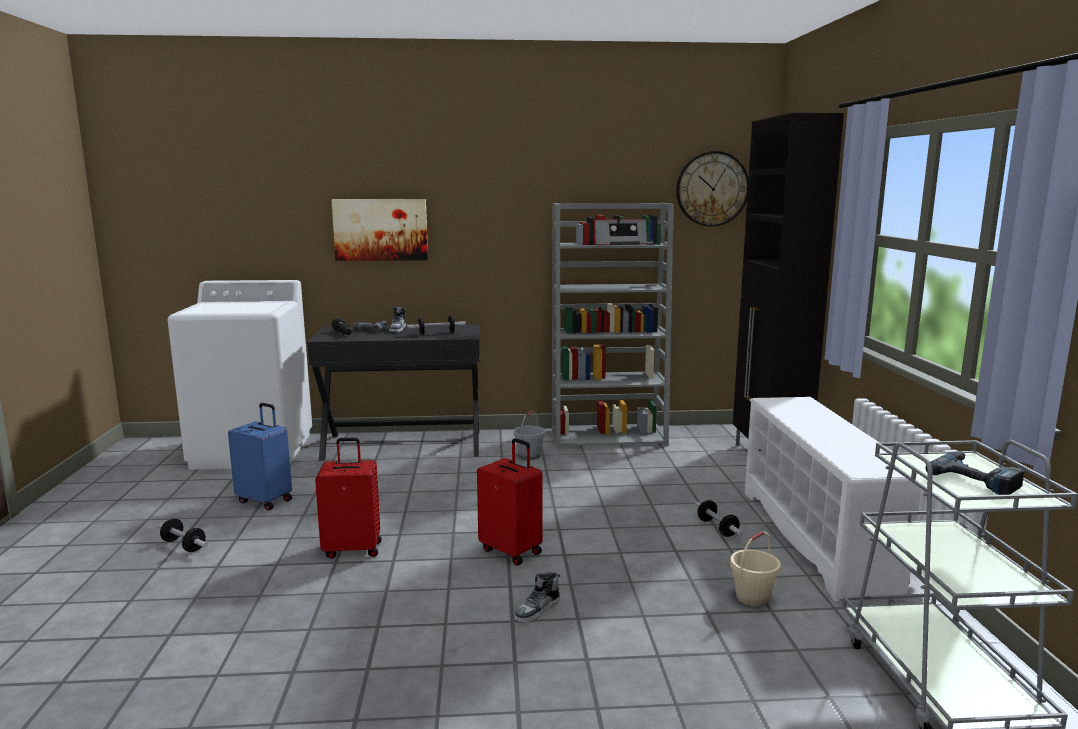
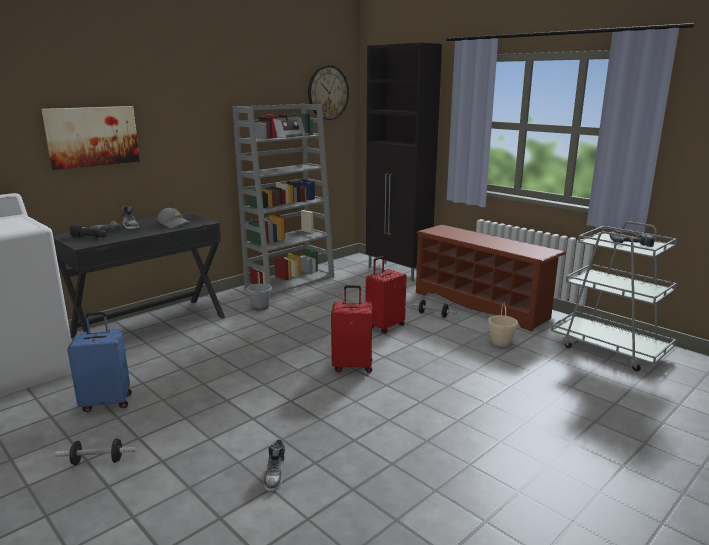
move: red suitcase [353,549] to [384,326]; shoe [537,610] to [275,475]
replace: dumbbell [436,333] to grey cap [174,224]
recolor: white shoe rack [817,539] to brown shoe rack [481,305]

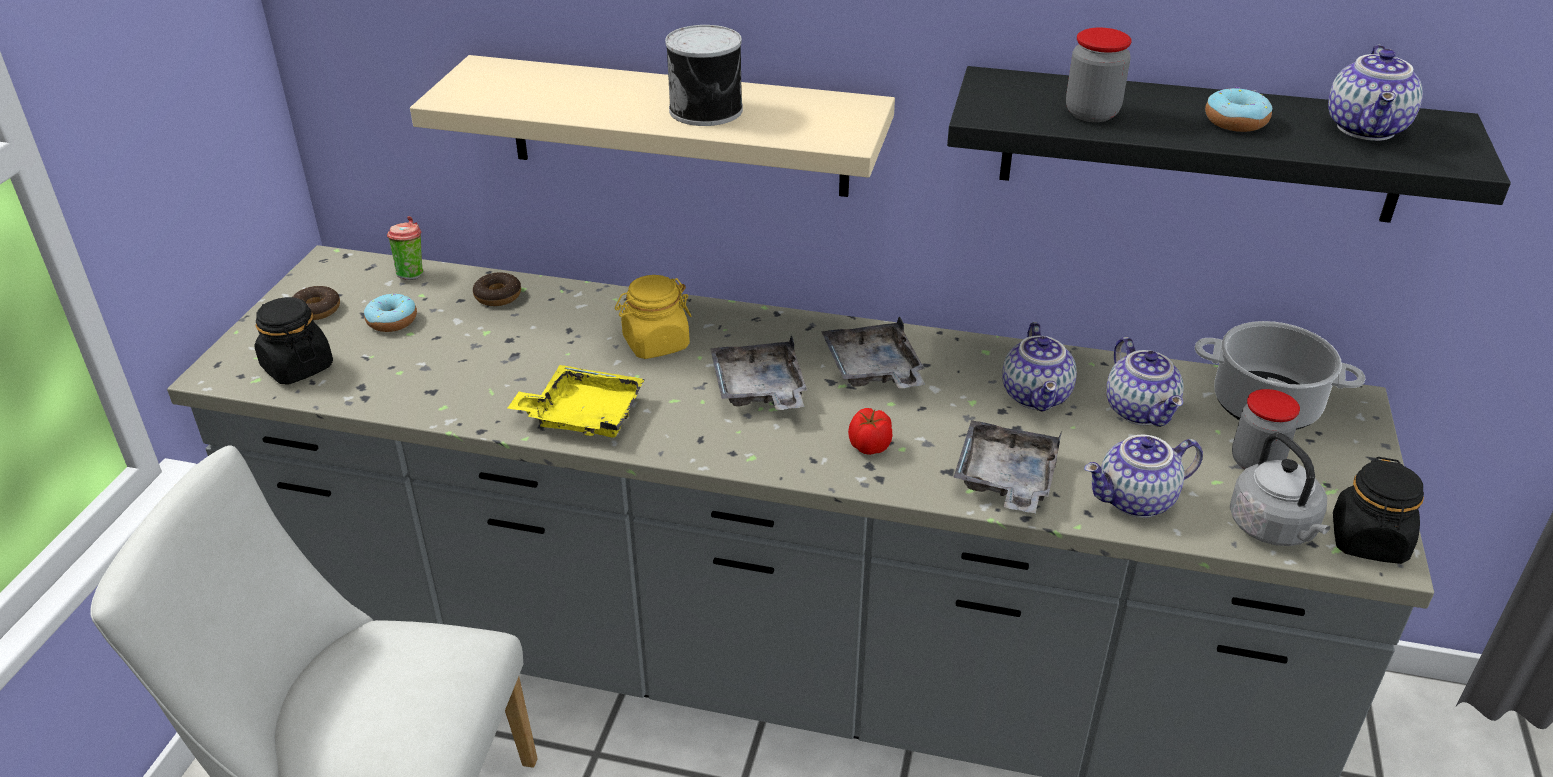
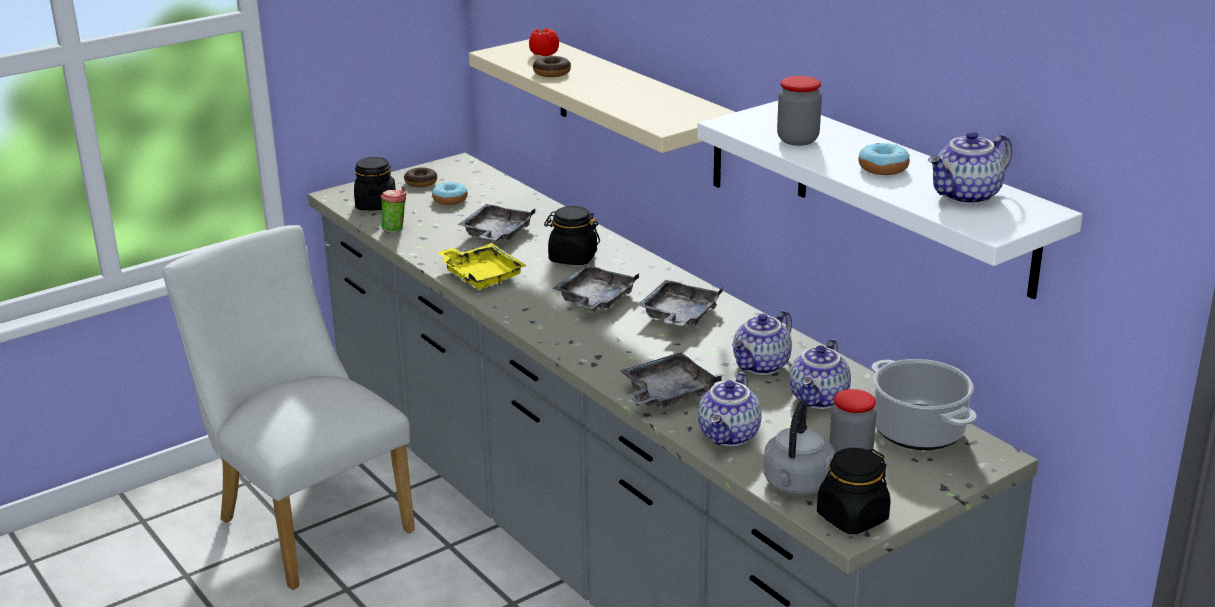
delete: can [708,110]
insert: grey tray [496,234]
move: cup [411,273] to [395,230]; donut [498,296] to [552,73]; tomato [869,446] to [543,54]
recolor: yellow jar [655,343] to black jar [572,258]; black shelf [1200,145] to white shelf [913,197]
rotate: teapot [1136,501] = [730,436] 90 degrees counterclockwise

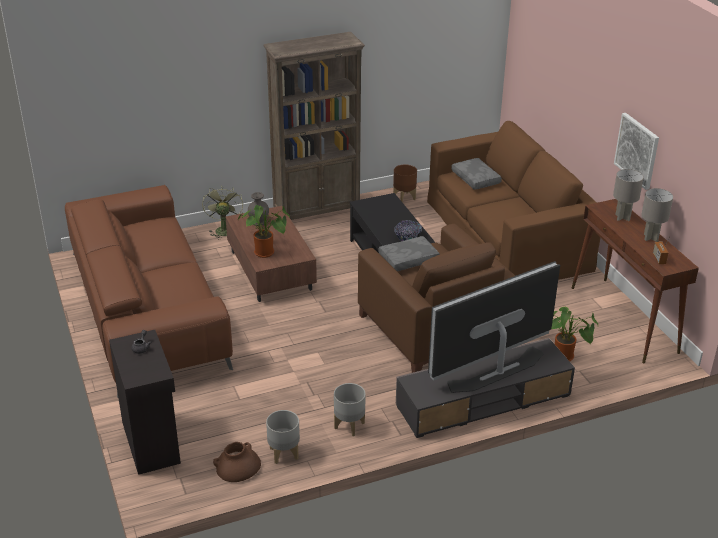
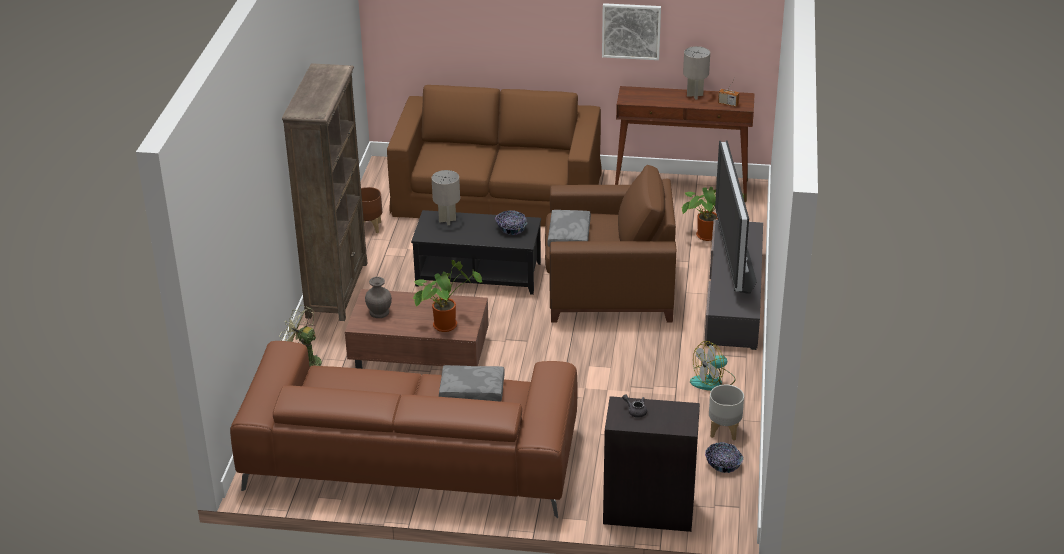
move: grey pillow [476,179] to [472,389]; grey table lamp [623,217] to [447,220]
replace: brown vase [237,466] to bowl [723,464]; grey planter [349,426] to fan [713,381]

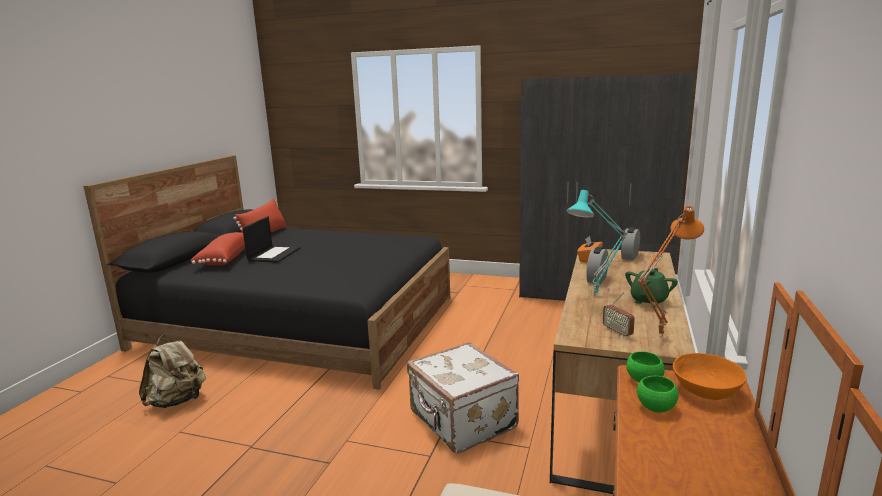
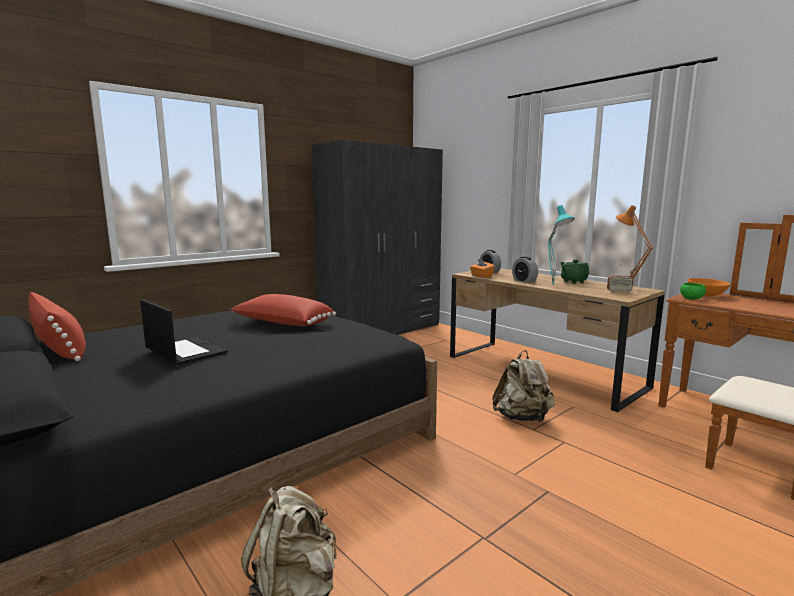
delete: green bowl [656,407]
move: red pillow [224,258] to [283,324]
replace: white suitcase [461,421] to beige backpack [522,418]

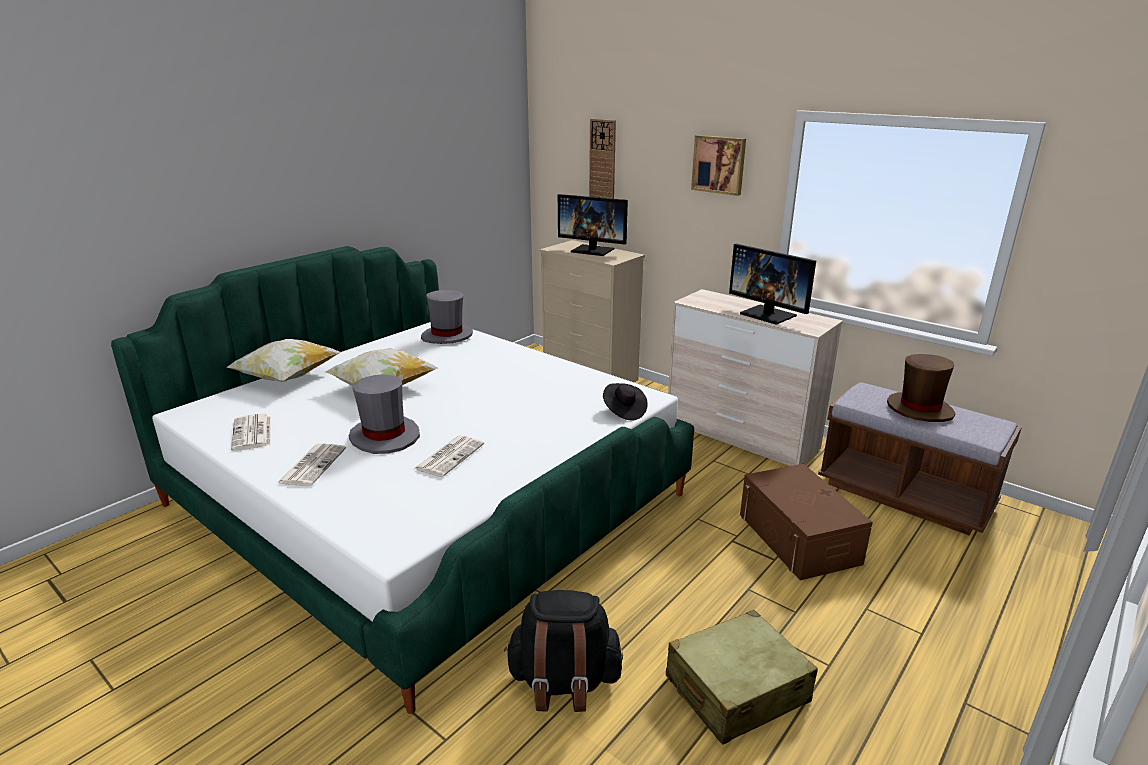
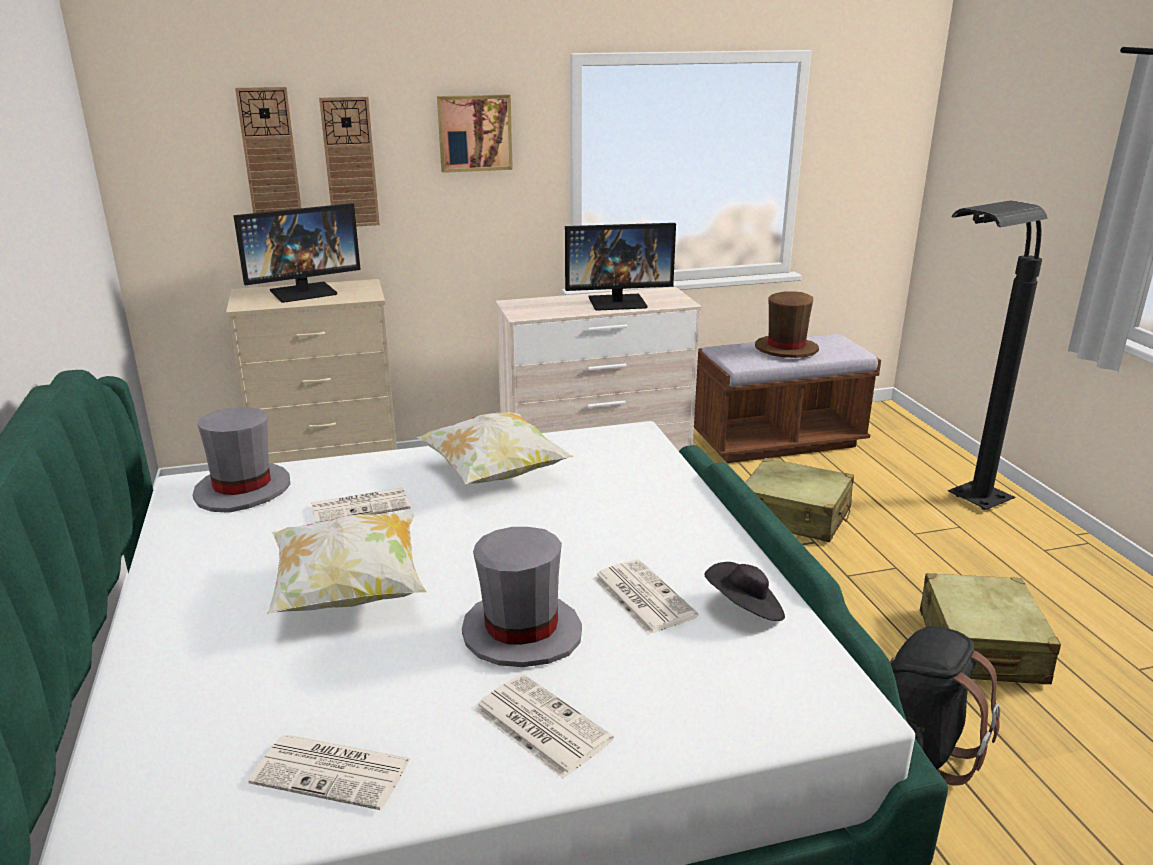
insert: newspaper [361,506]; wall clock [350,163]; black floor lamp [960,508]
move: pillow [287,377] to [494,473]; black hat [624,411] to [745,609]
replace: brown storage box [798,538] to beige suitcase [794,516]

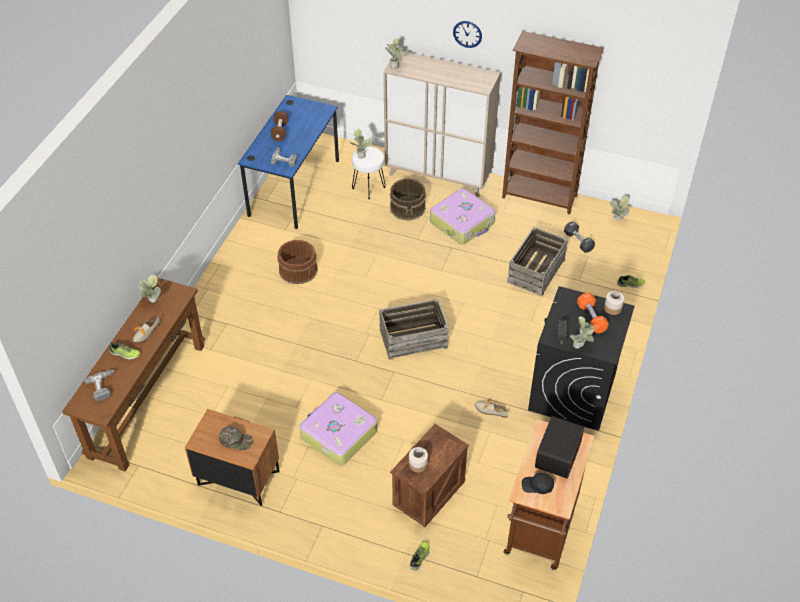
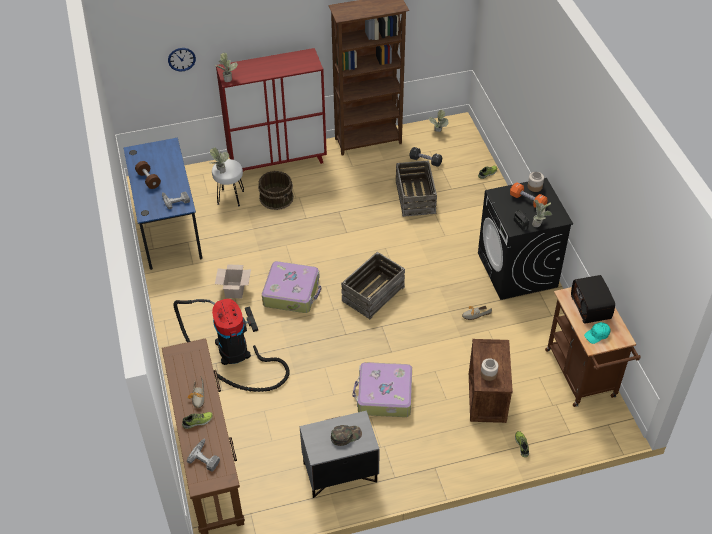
delete: potted plant [152,302]
insert: vacuum cleaner [235,352]
move: suitcase [462,223] to [292,292]; wall clock [467,34] to [181,59]
replace: brown bucket [298,269] to cardboard box [234,289]
recolor: brown nightstand [238,479] to grey nightstand [340,473]; beige cabinet [439,176] to red cabinet [278,161]; black cap [537,486] to turquoise cap [597,335]

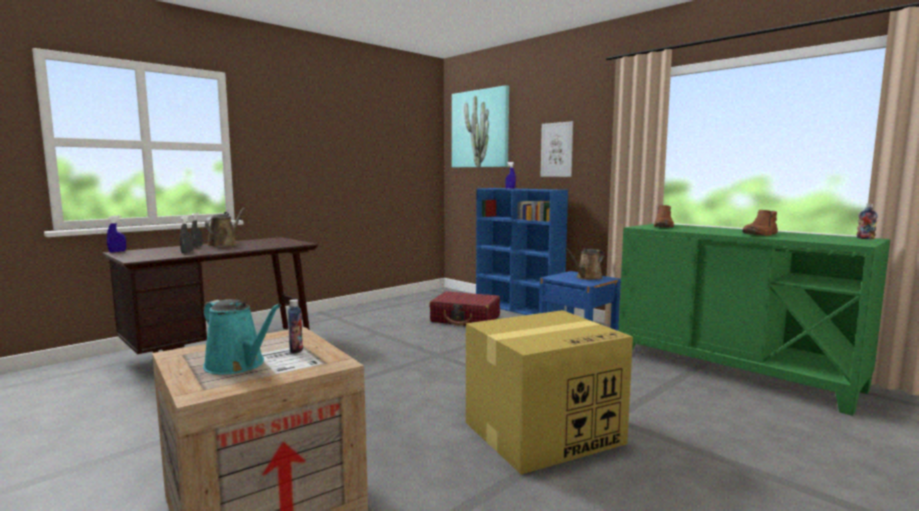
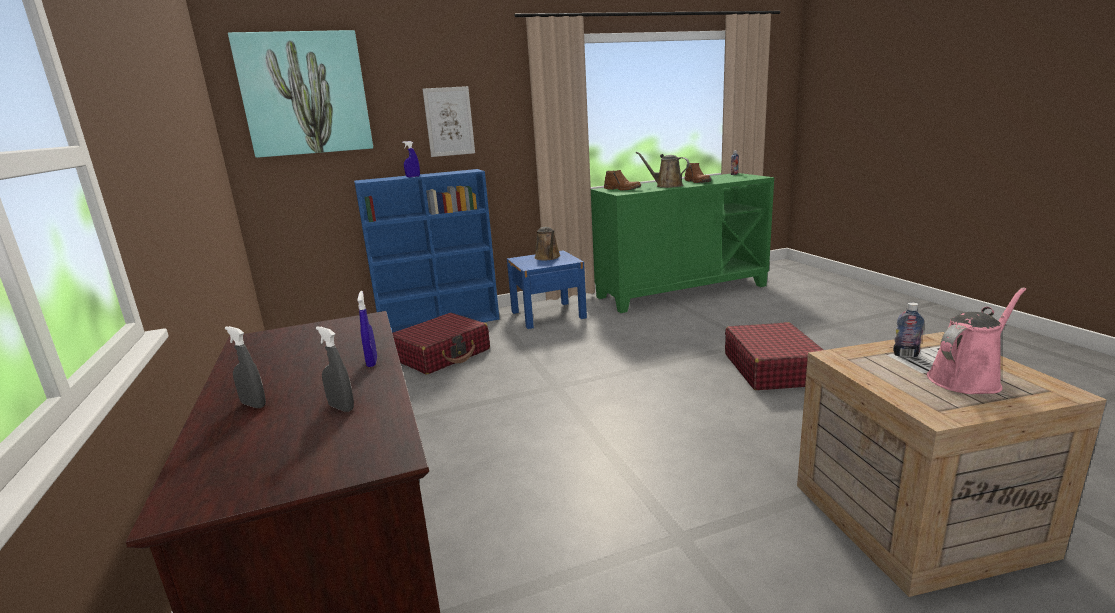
move: blue spray bottle [117,251] to [372,362]; brown watering can [224,245] to [666,186]
replace: cardboard box [544,432] to red suitcase [772,369]
recolor: turquoise watering can [238,365] to pink watering can [967,379]

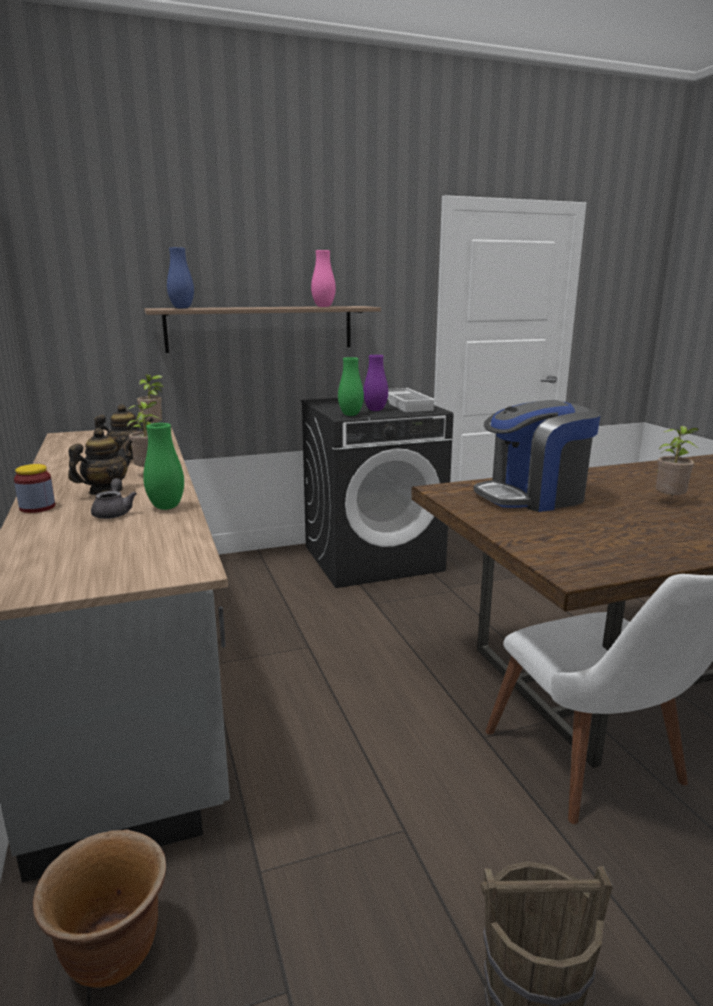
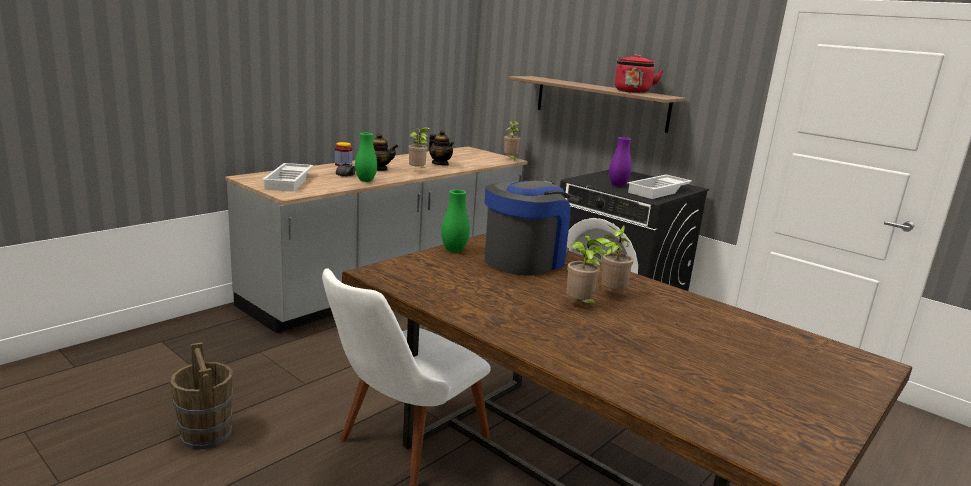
delete: brown planter [112,952]; blue vase [182,308]
insert: white tray [290,182]; potted plant [611,294]
move: green vase [350,415] to [454,250]
replace: pink vase [323,306] to red kettle [632,92]
rotate: coffee machine [532,496] = [524,260] 90 degrees clockwise

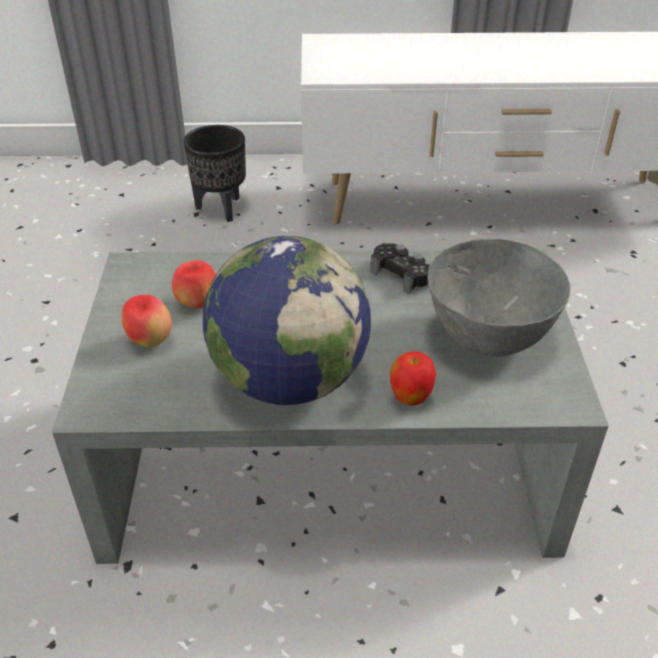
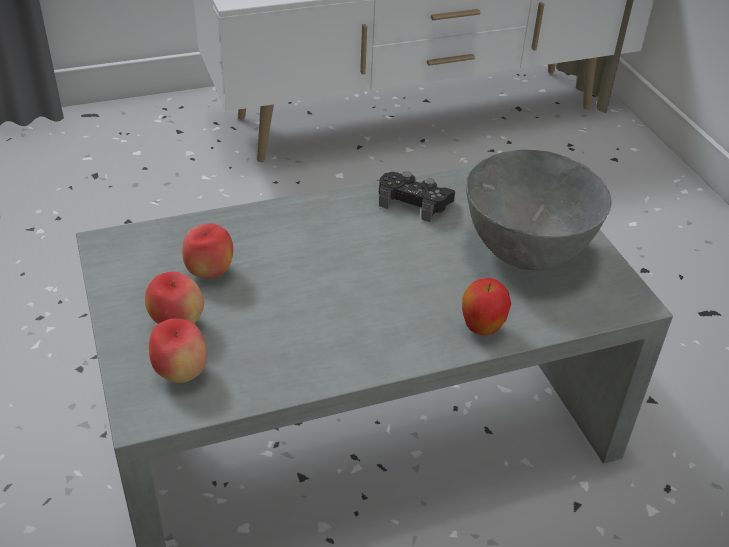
delete: black planter [220,208]; globe [289,380]
insert: apple [181,373]

